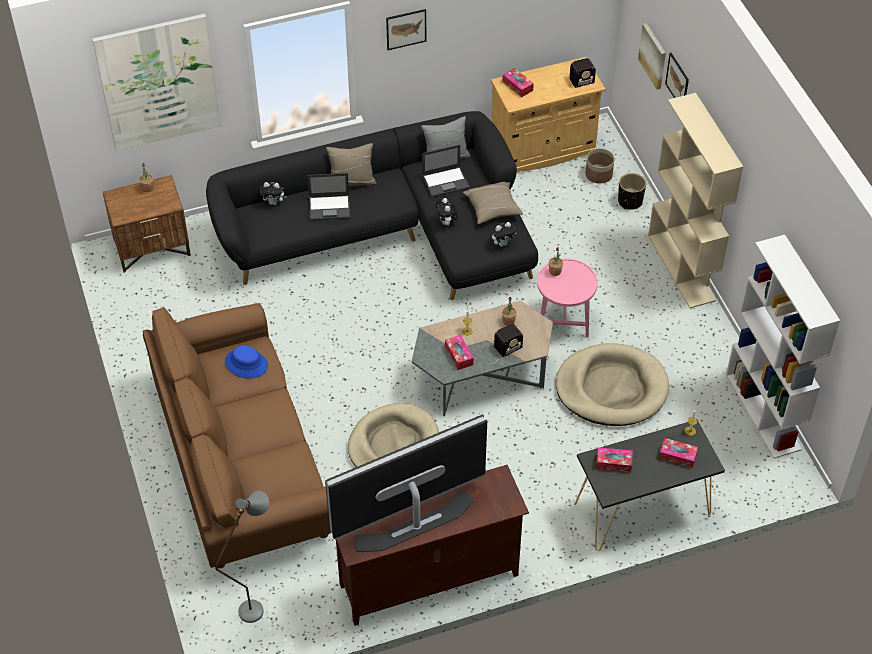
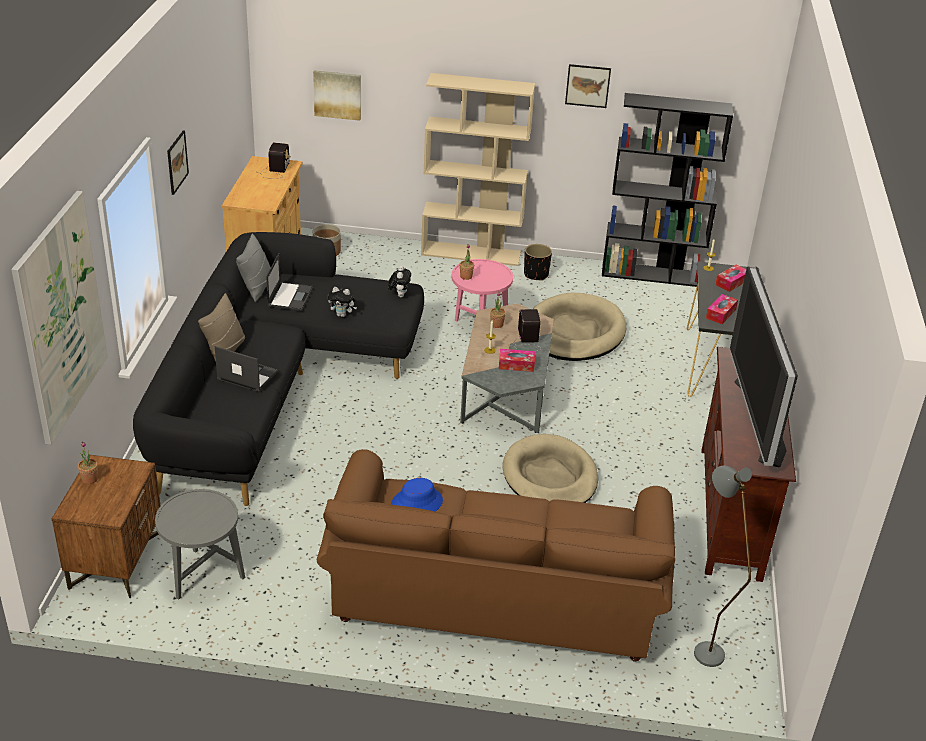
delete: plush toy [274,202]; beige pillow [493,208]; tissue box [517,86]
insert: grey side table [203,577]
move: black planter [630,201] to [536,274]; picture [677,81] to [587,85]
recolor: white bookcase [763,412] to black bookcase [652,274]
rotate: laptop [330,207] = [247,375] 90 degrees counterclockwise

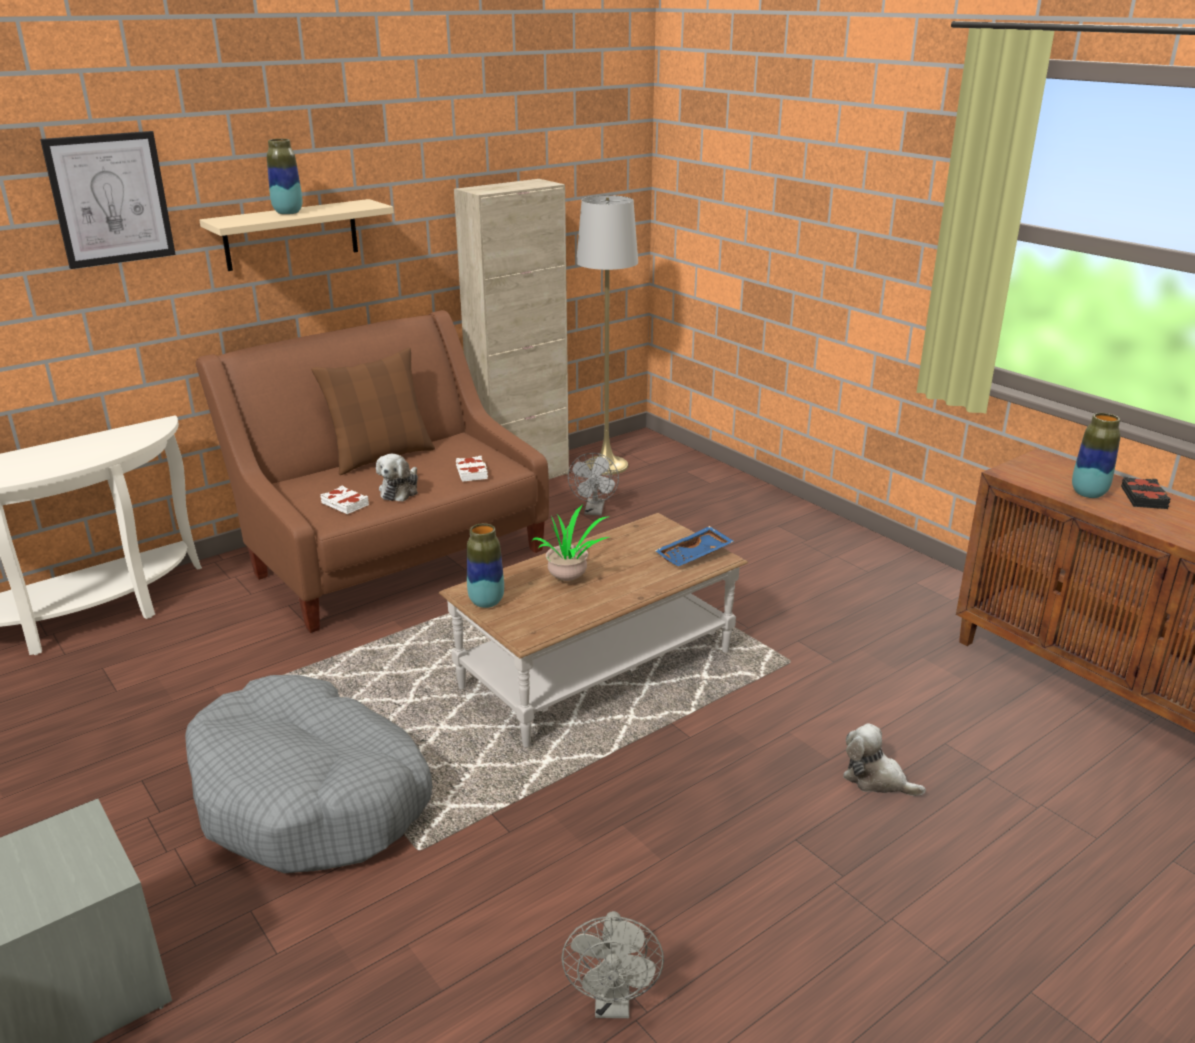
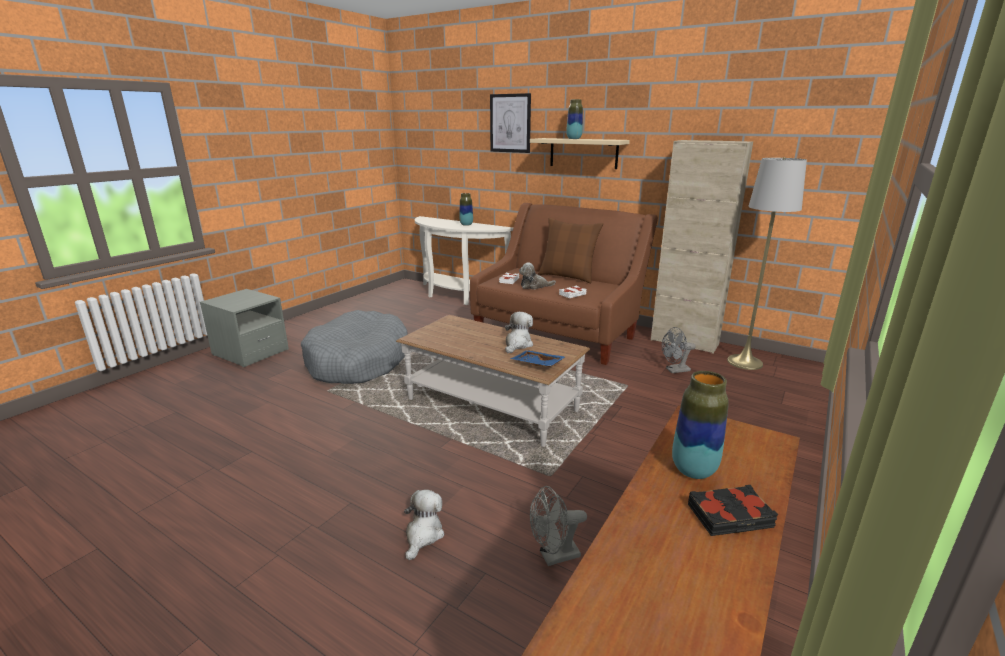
delete: potted plant [570,578]
insert: plush toy [517,344]
move: vase [486,602] to [466,224]; grey fan [613,1003] to [554,556]

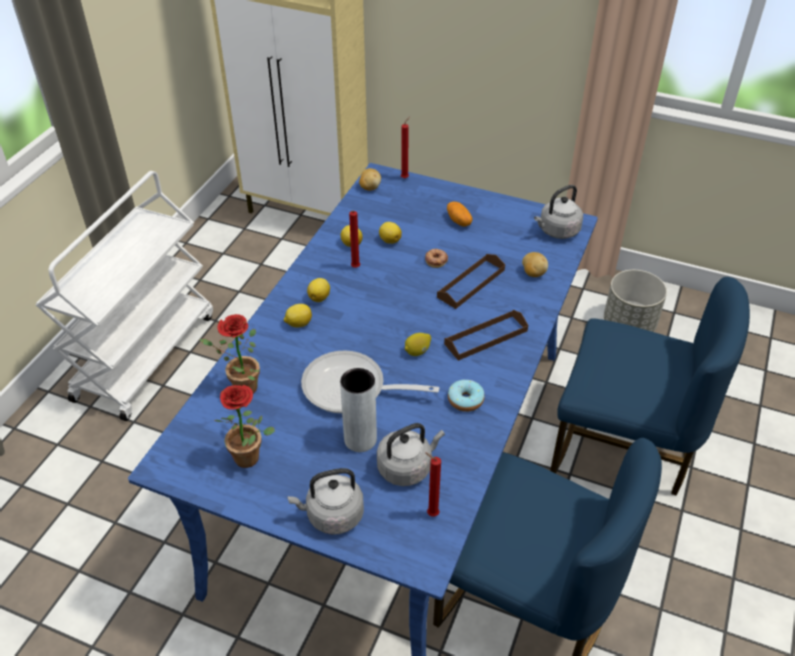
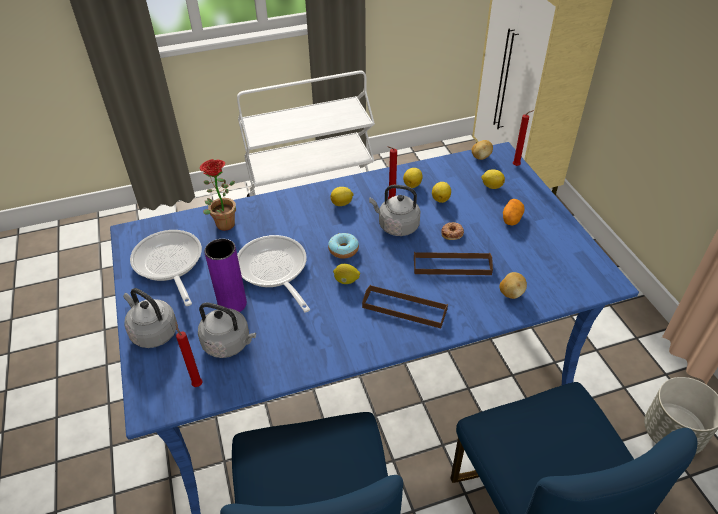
move: lemon [298,323] to [491,186]; donut [465,400] to [343,250]; grey kettle [557,231] to [396,226]
replace: potted plant [252,458] to frying pan [169,265]
recolor: grey vase [360,439] to purple vase [232,304]

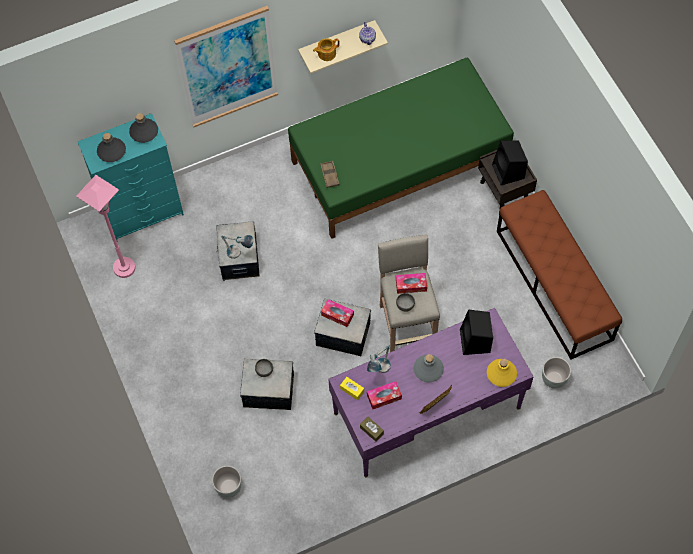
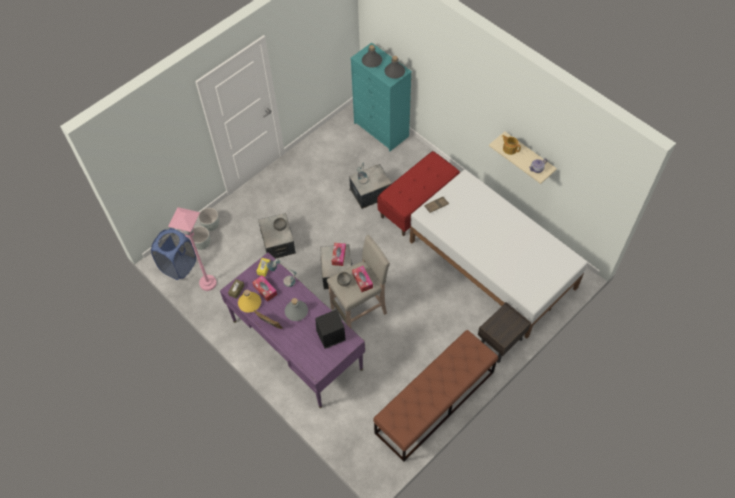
delete: picture [228,67]; black speaker [508,172]
insert: blue laundry basket [179,266]; red bench [418,205]
move: pink floor lamp [124,268] to [208,283]; yellow bottle [501,373] to [250,303]; grey planter [554,379] to [211,225]
recolor: green bed [400,164] to white bed [492,265]

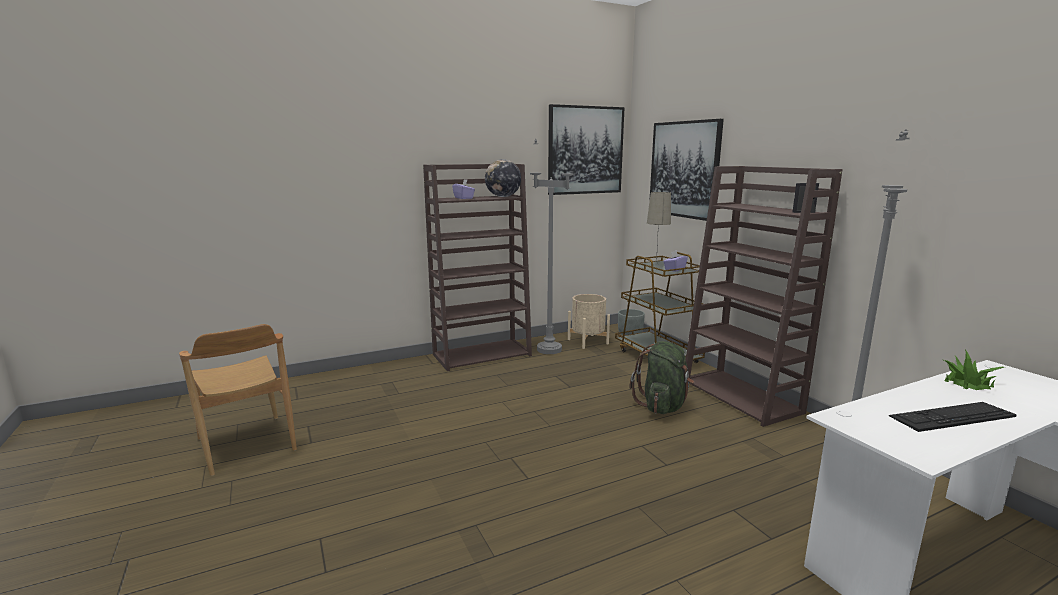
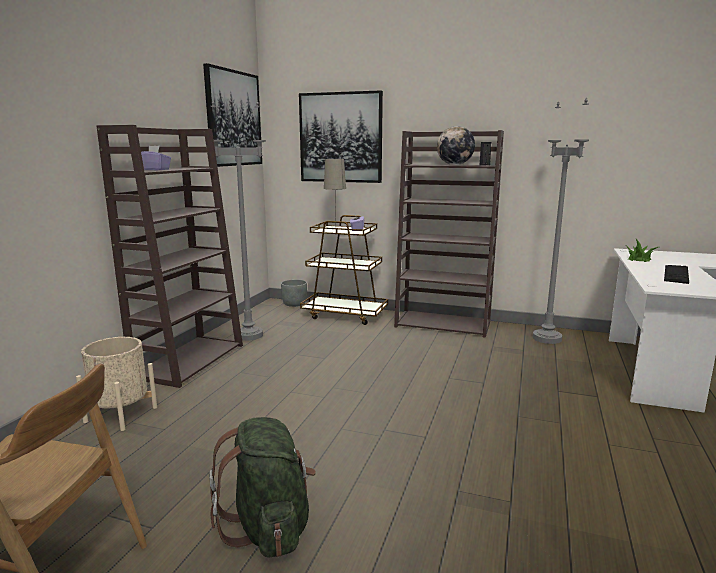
move: globe [503,197] to [455,165]; beige planter [588,341] to [121,414]; green backpack [662,406] to [269,527]

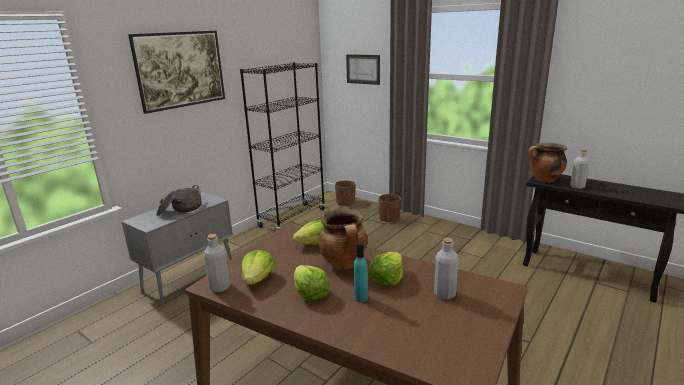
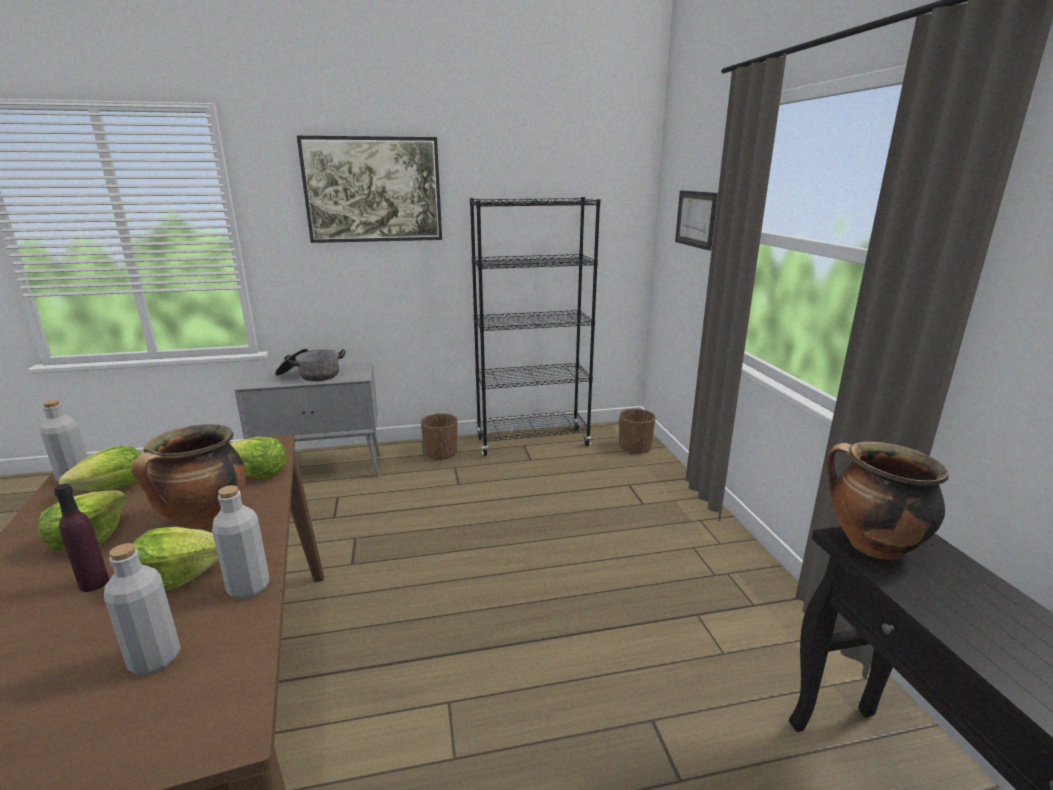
move: brown planter [389,219] to [441,453]; grey bottle [577,186] to [248,587]
recolor: turquoise bottle [361,298] to purple bottle [94,583]

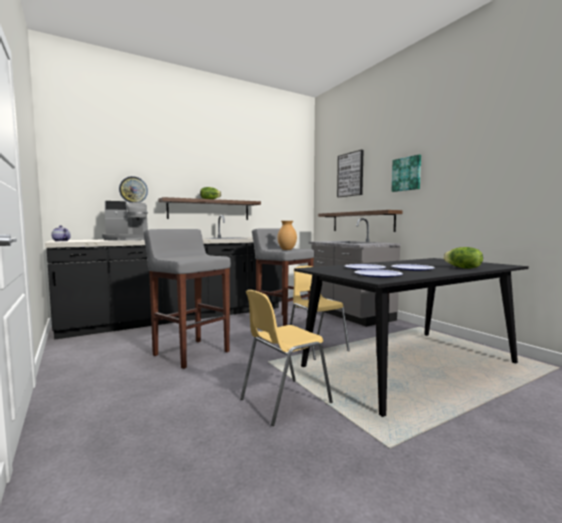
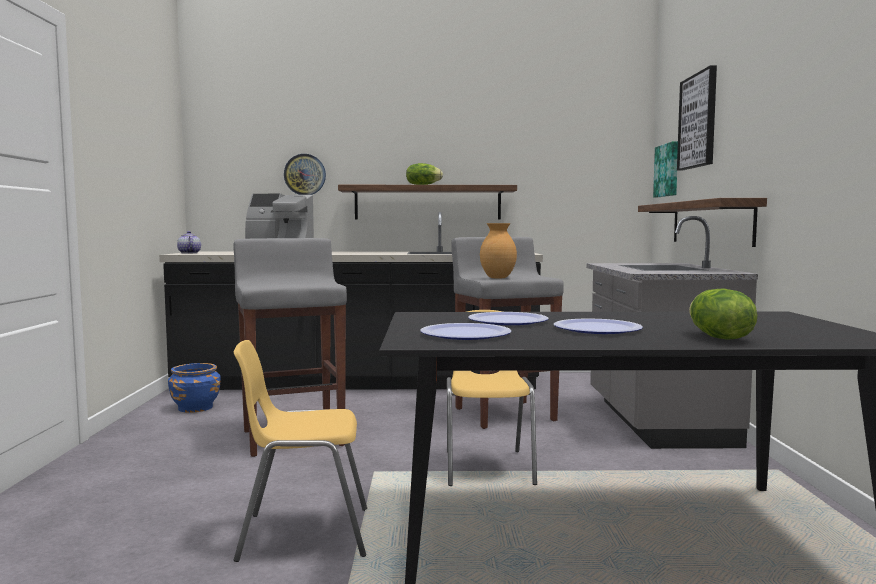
insert: blue planter [195,408]
move: picture [407,174] to [668,170]

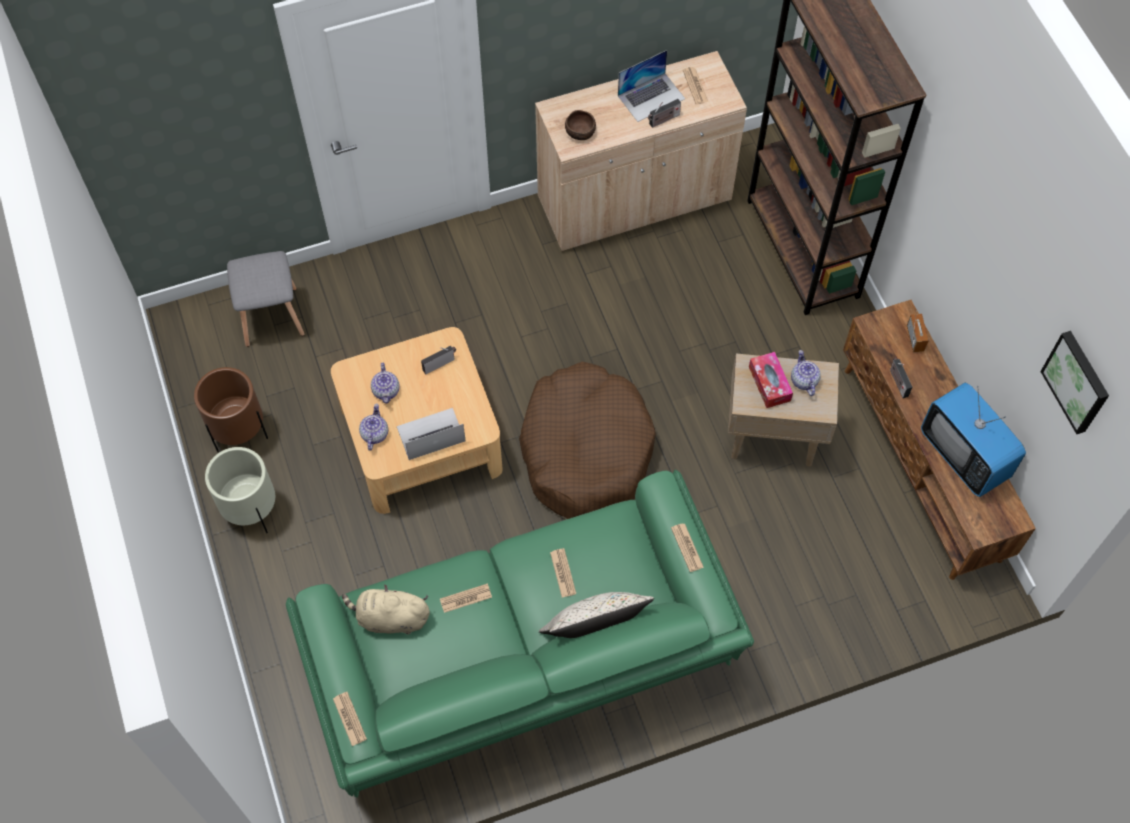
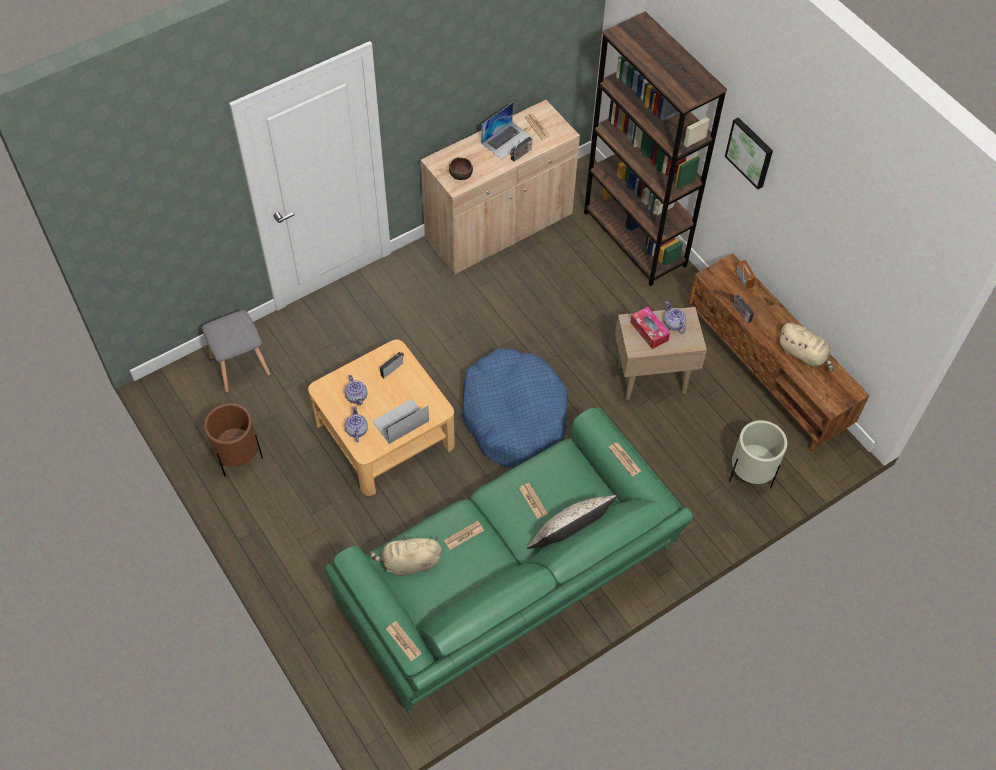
move: beige planter [251,510] to [751,474]; picture [1078,381] to [750,152]
replace: television [964,455] to beige plush toy [803,354]
recolor: brown dog bed [585,450] to blue dog bed [514,416]

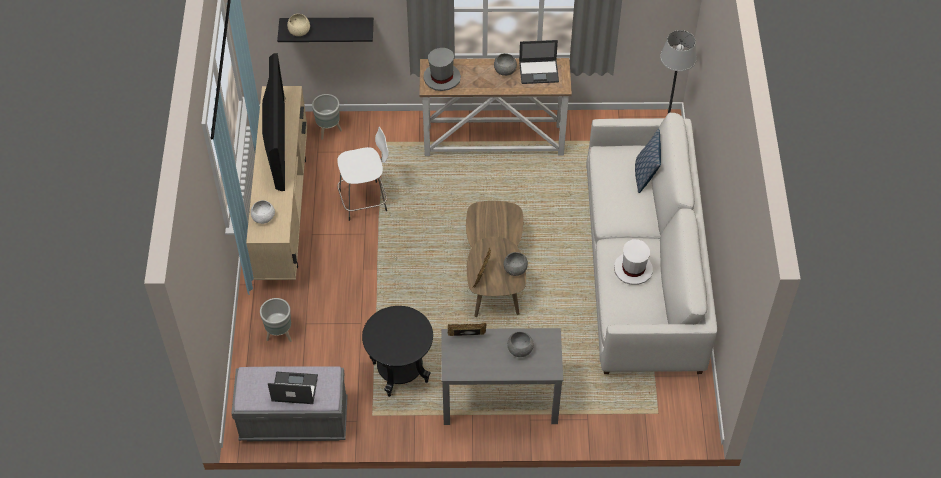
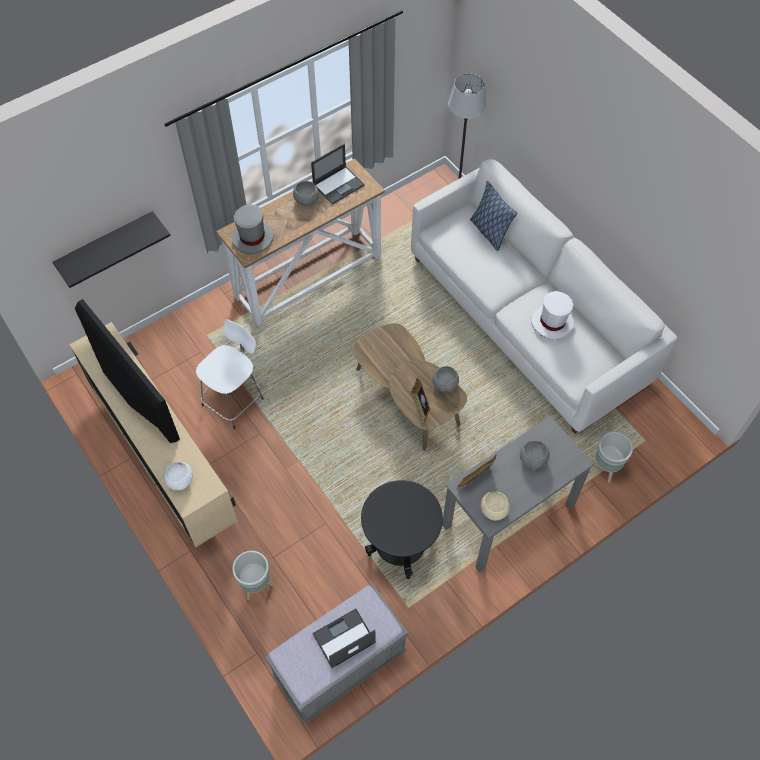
move: beige bowl [299,32] to [494,510]; grey planter [329,130] to [605,468]

